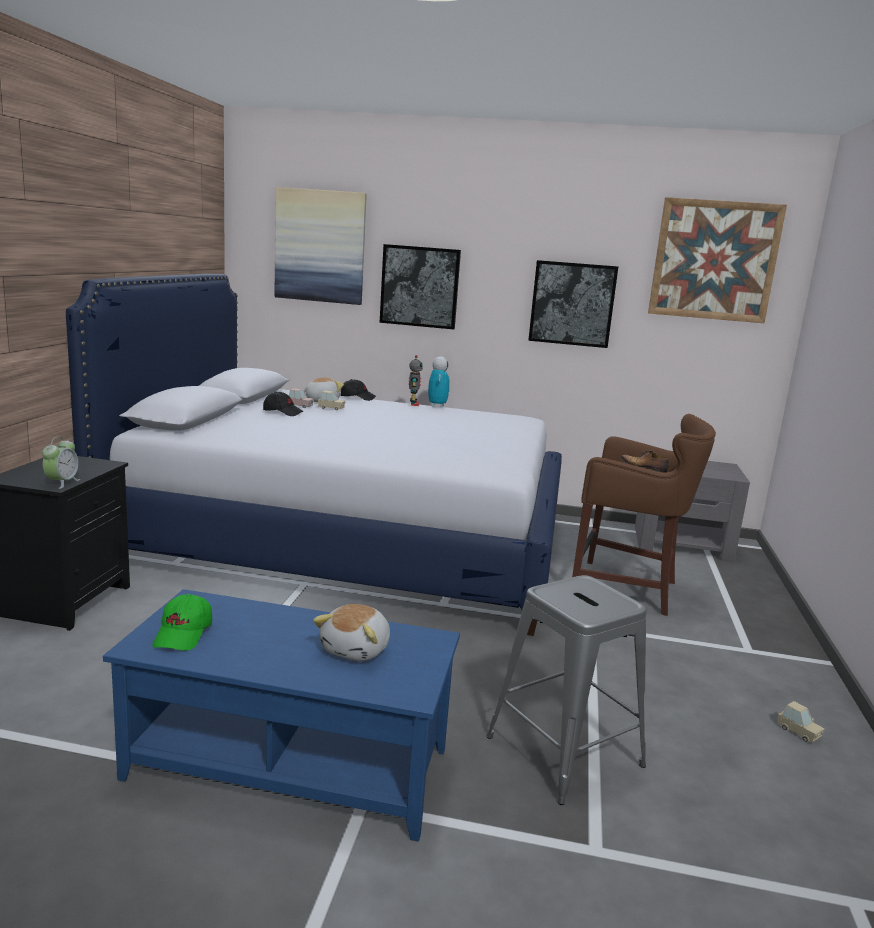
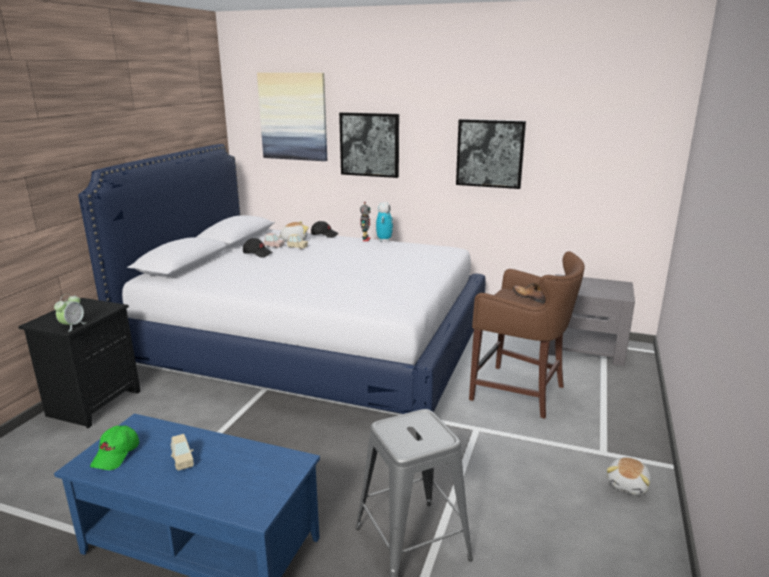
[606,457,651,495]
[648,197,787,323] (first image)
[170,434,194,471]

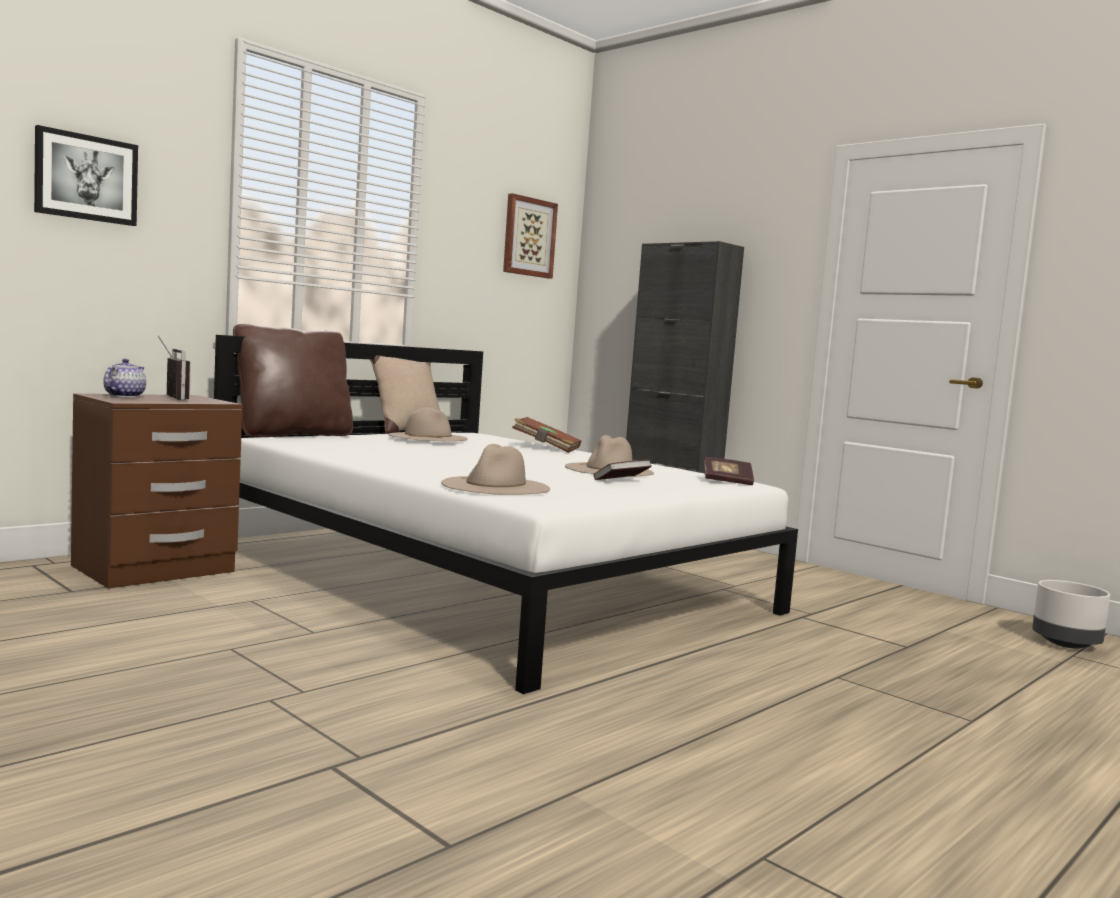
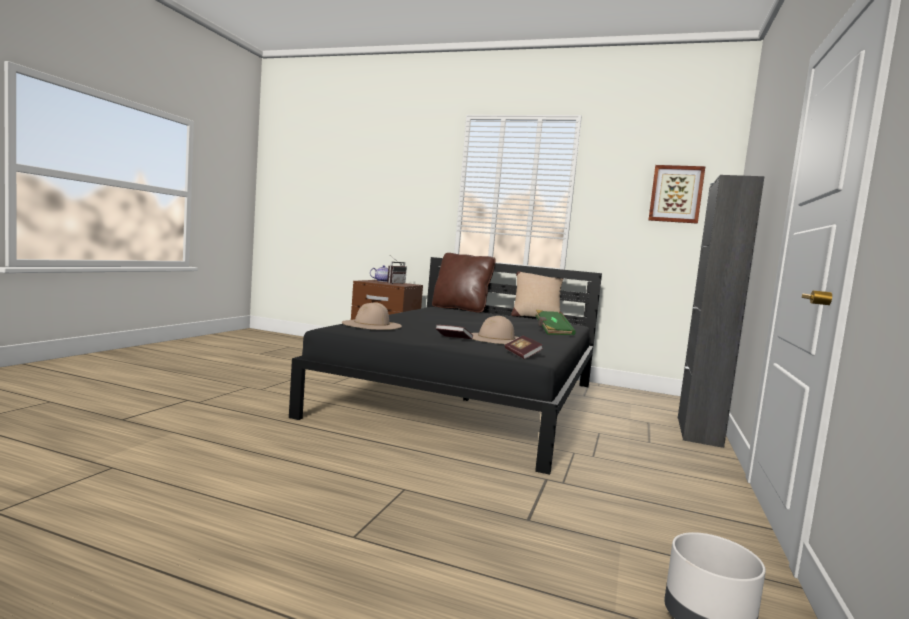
[34,125,138,226] (first image)
[289,257,602,475]
[388,407,468,442] (first image)
[535,310,576,335]

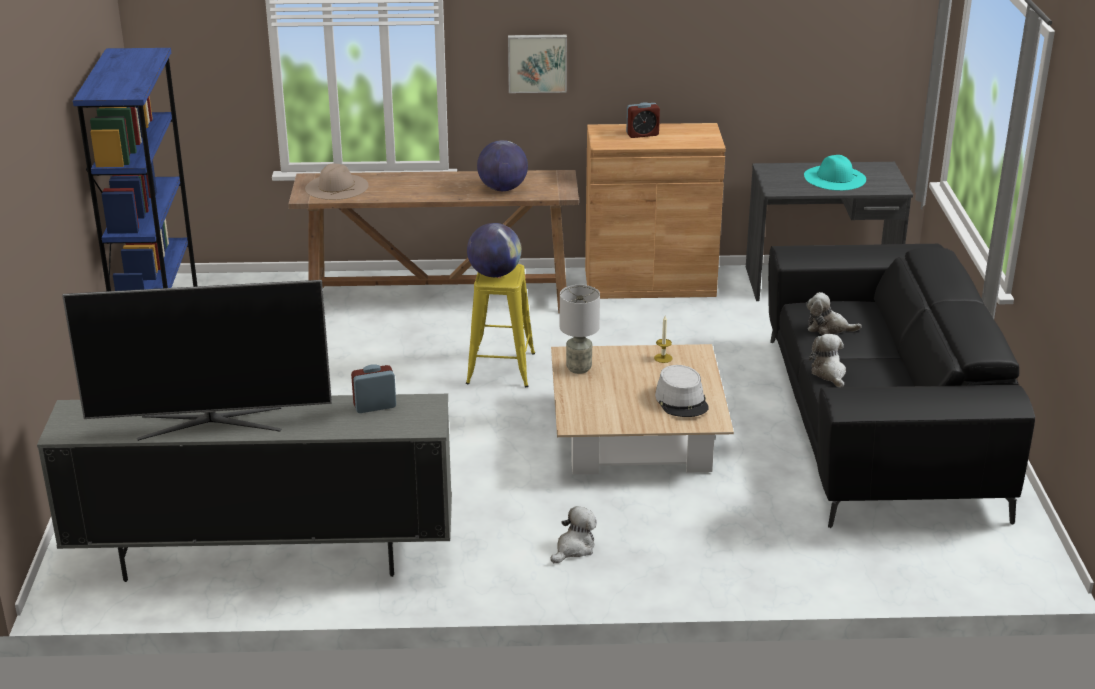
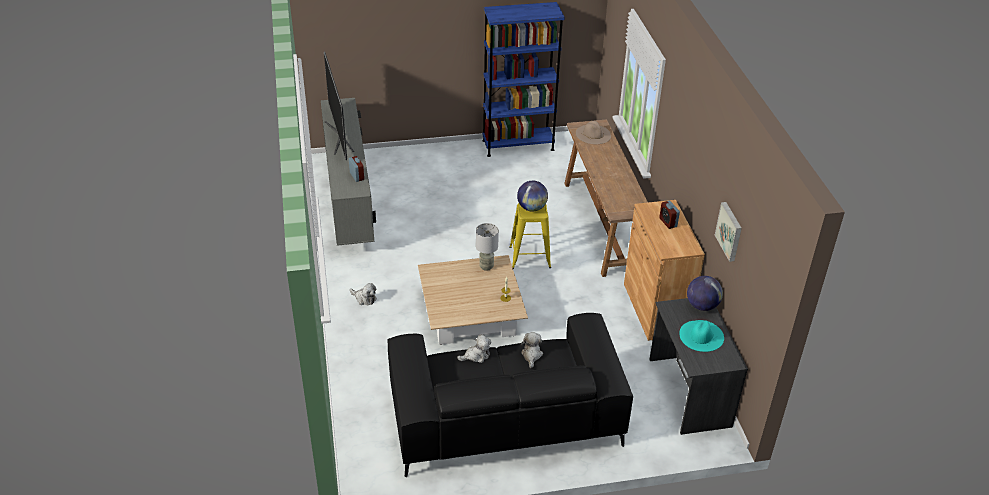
[687,276,723,311]
[715,202,742,262]
[655,365,709,417] (first image)

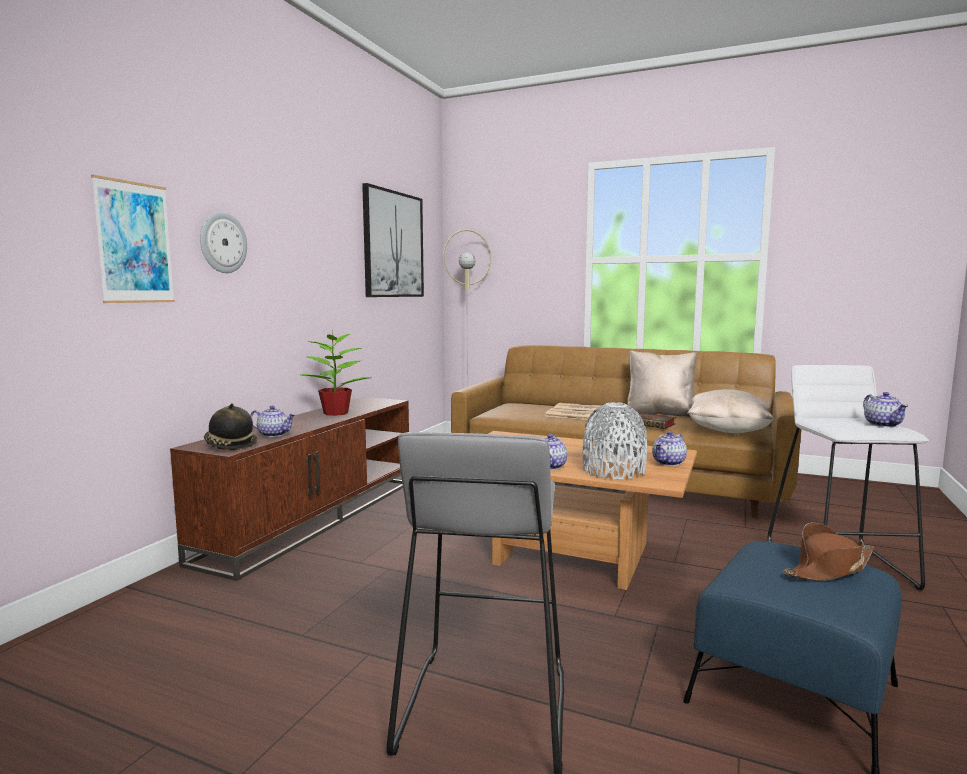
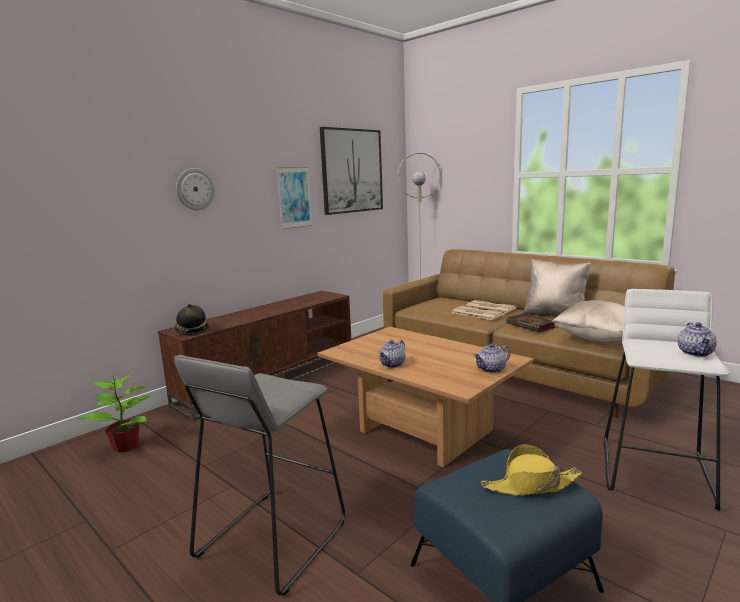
[276,167,312,230]
[250,406,296,437] (first image)
[77,372,153,453]
[582,402,647,480] (first image)
[481,444,582,496]

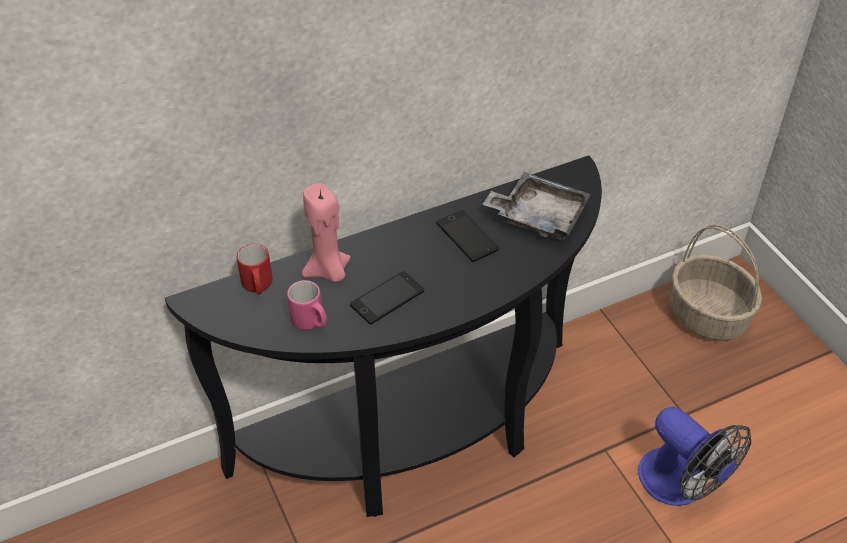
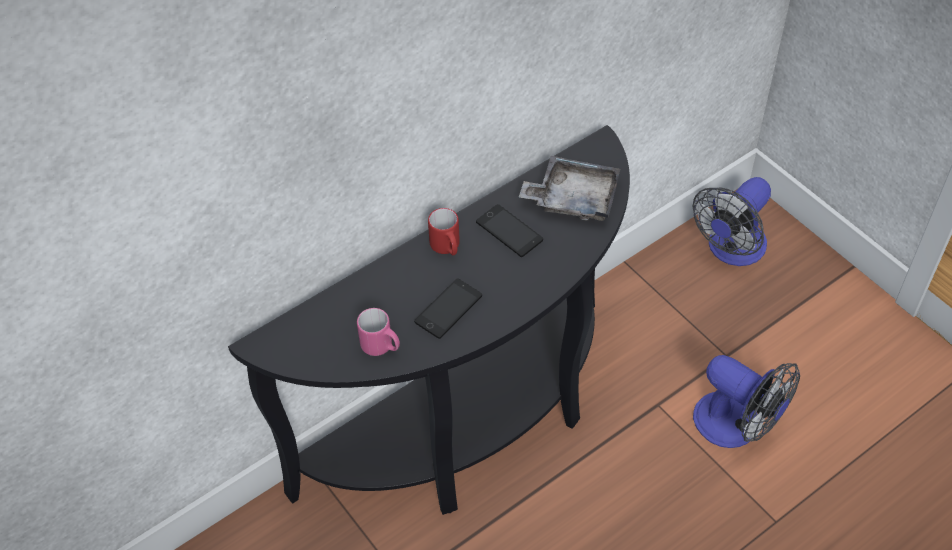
[428,208,460,255]
[302,183,350,282] (first image)
[692,177,771,266]

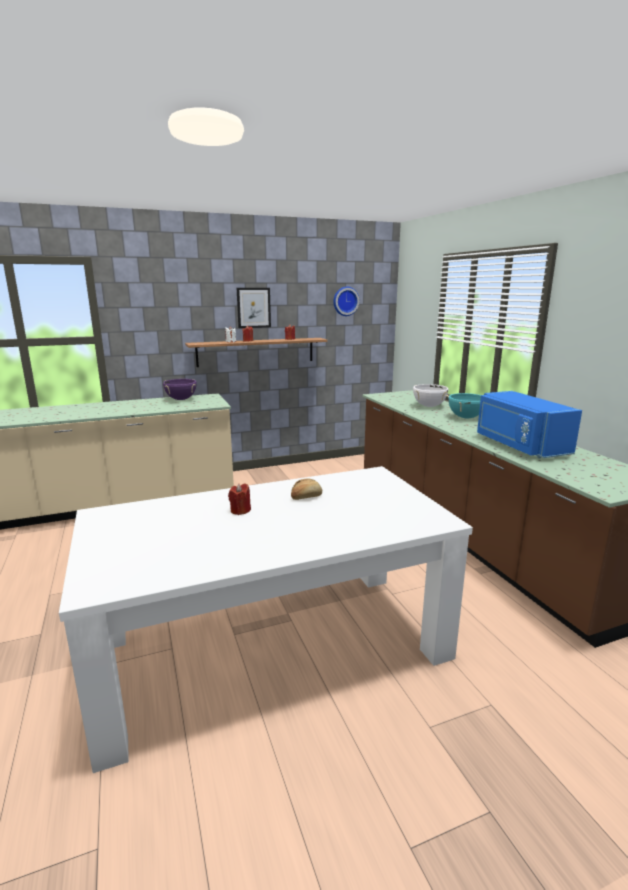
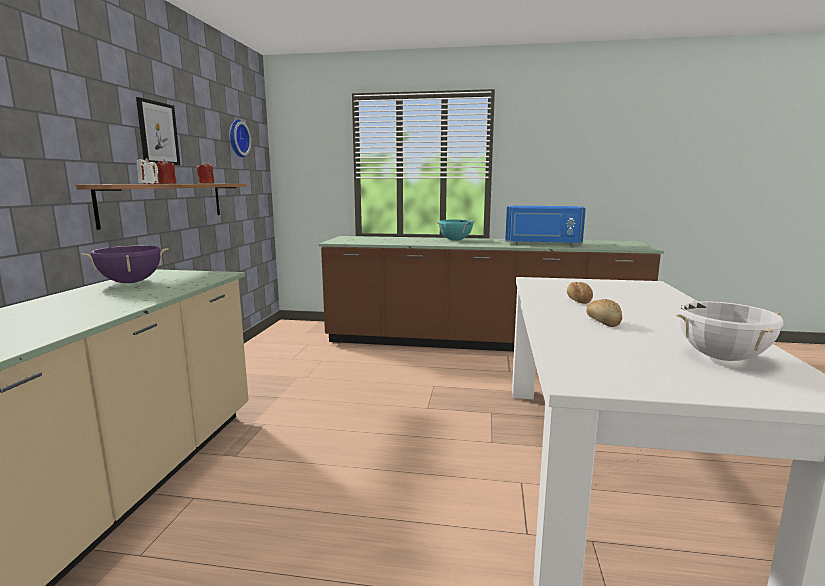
[586,299,622,327]
[676,300,783,361]

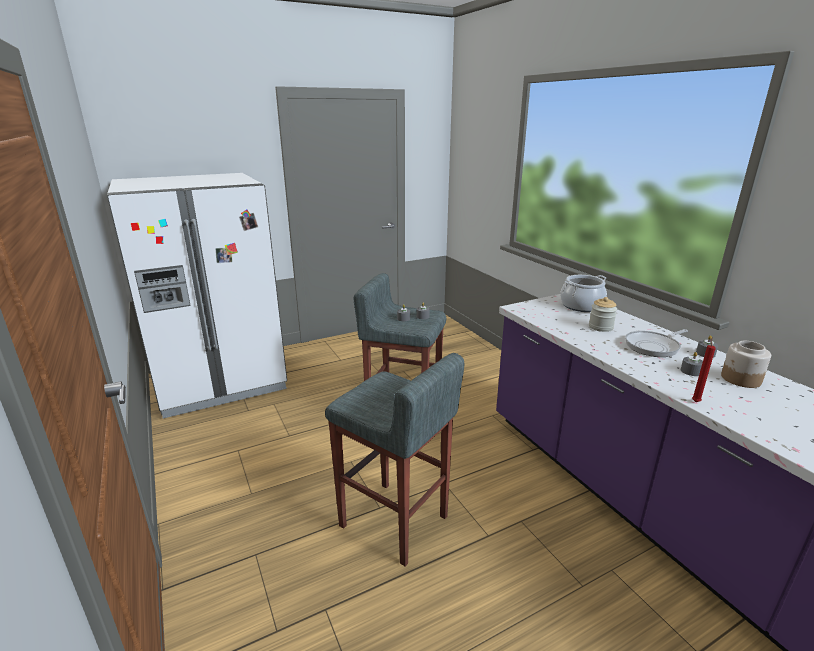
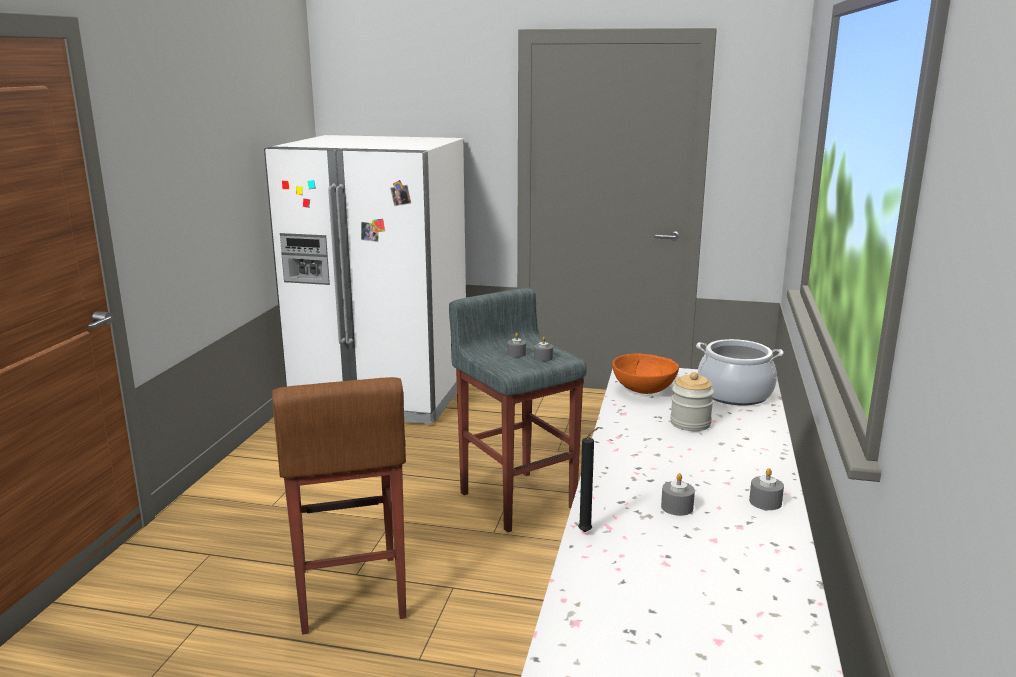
[272,377,406,635]
[625,329,688,357] (first image)
[578,427,599,532]
[721,341,771,388] (first image)
[612,353,679,394]

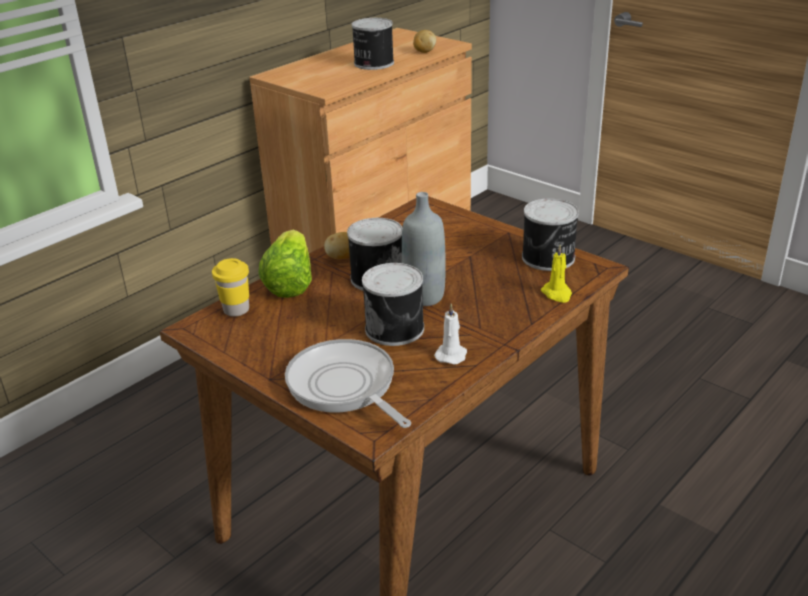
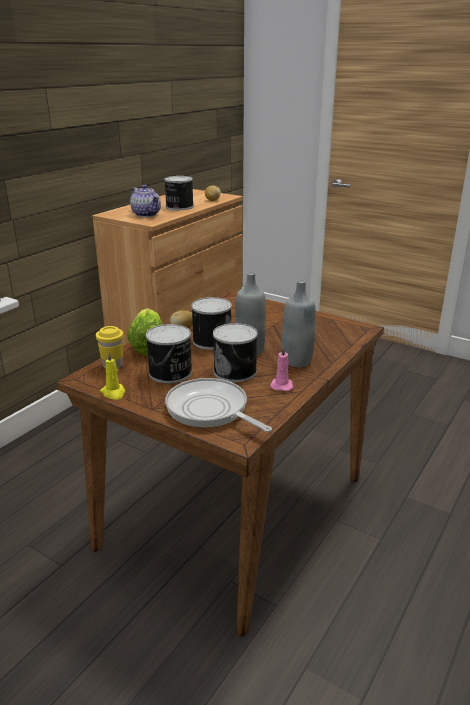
[270,346,293,391]
[146,324,192,383]
[100,352,125,400]
[130,185,161,217]
[282,280,316,367]

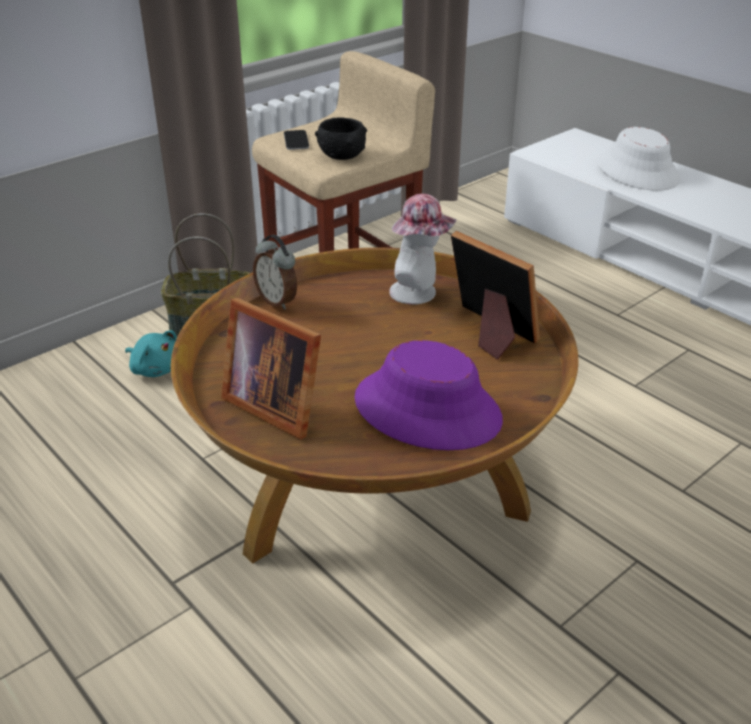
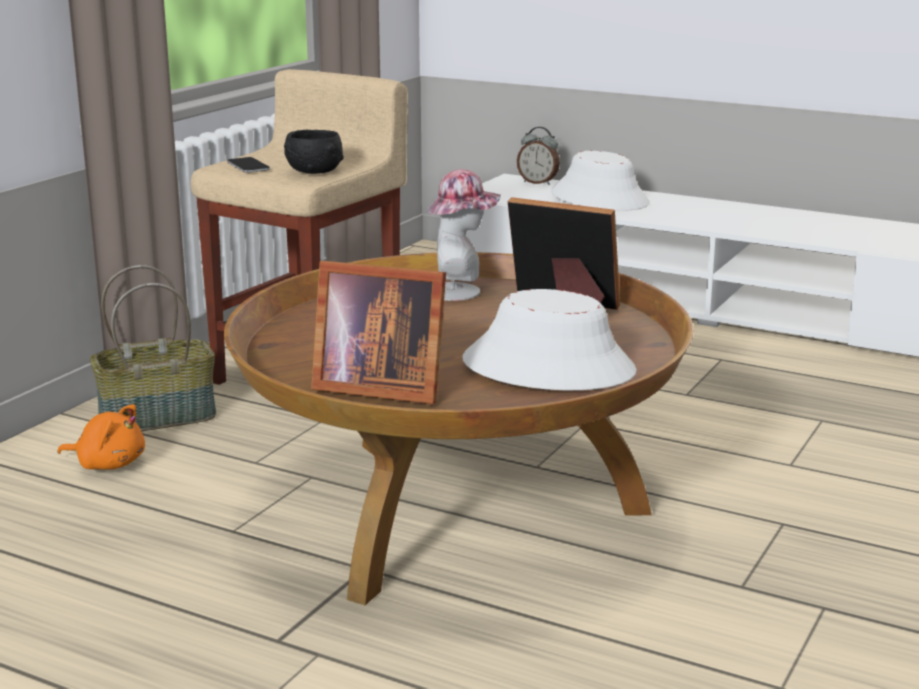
[57,404,145,469]
[517,127,560,185]
[462,289,637,390]

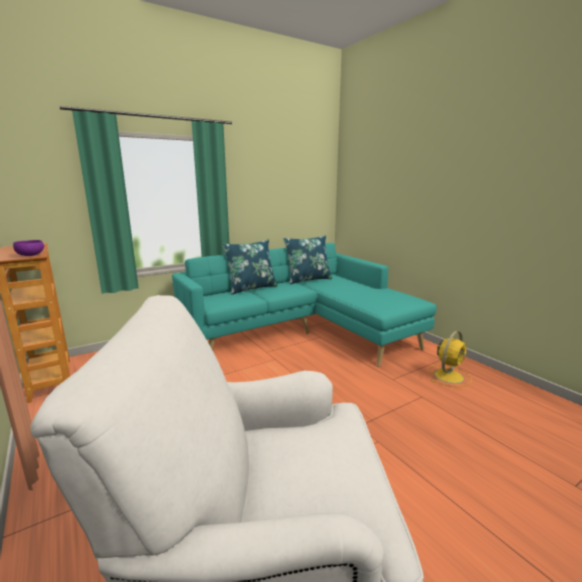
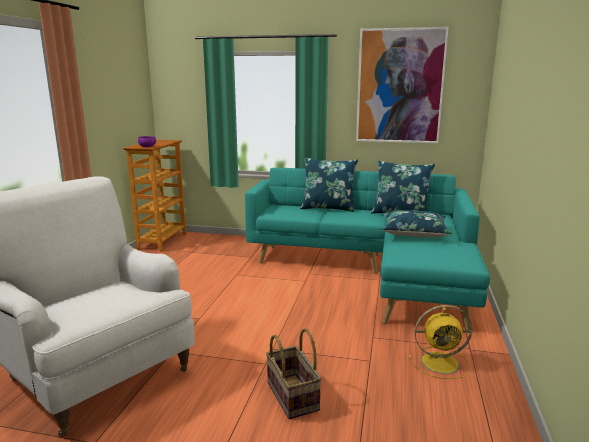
[266,328,322,419]
[356,27,449,143]
[382,210,452,238]

